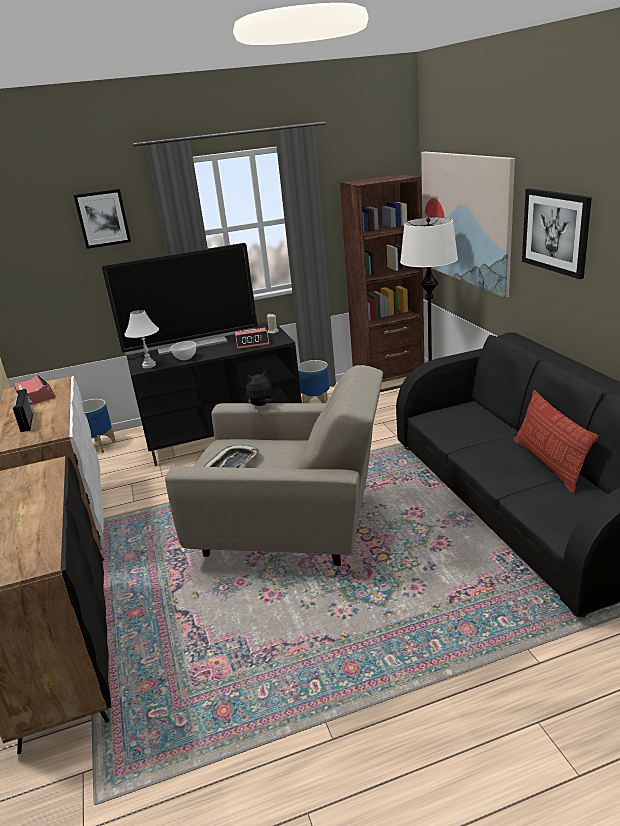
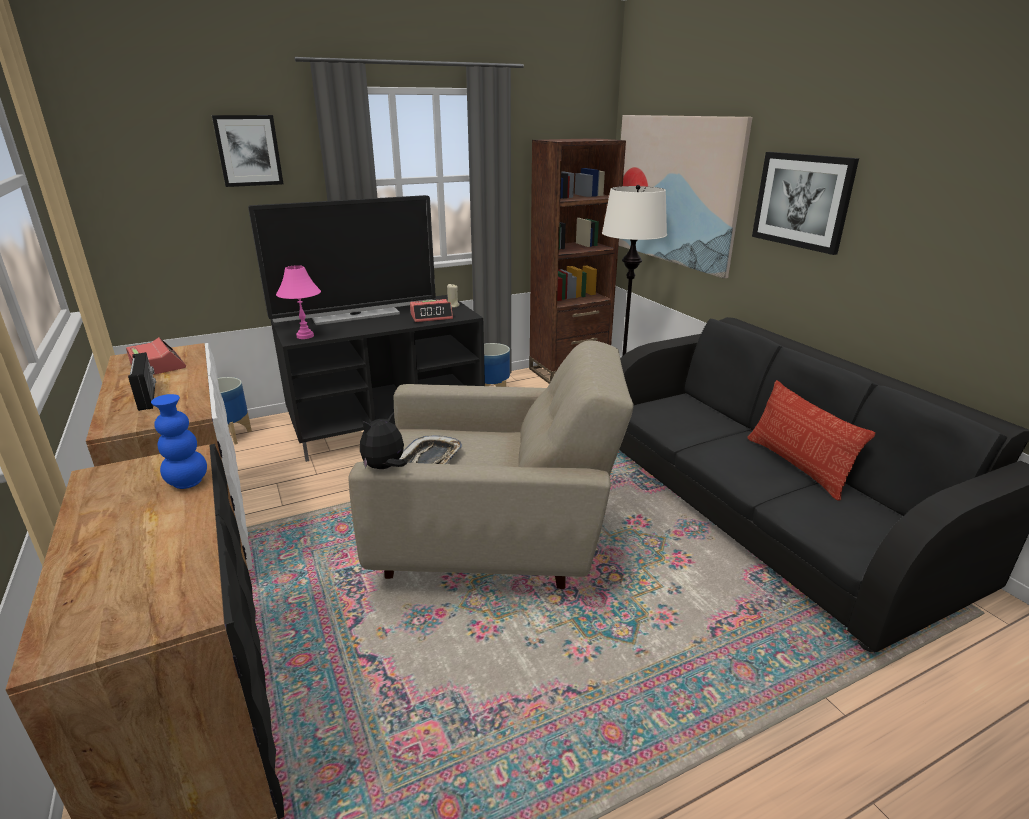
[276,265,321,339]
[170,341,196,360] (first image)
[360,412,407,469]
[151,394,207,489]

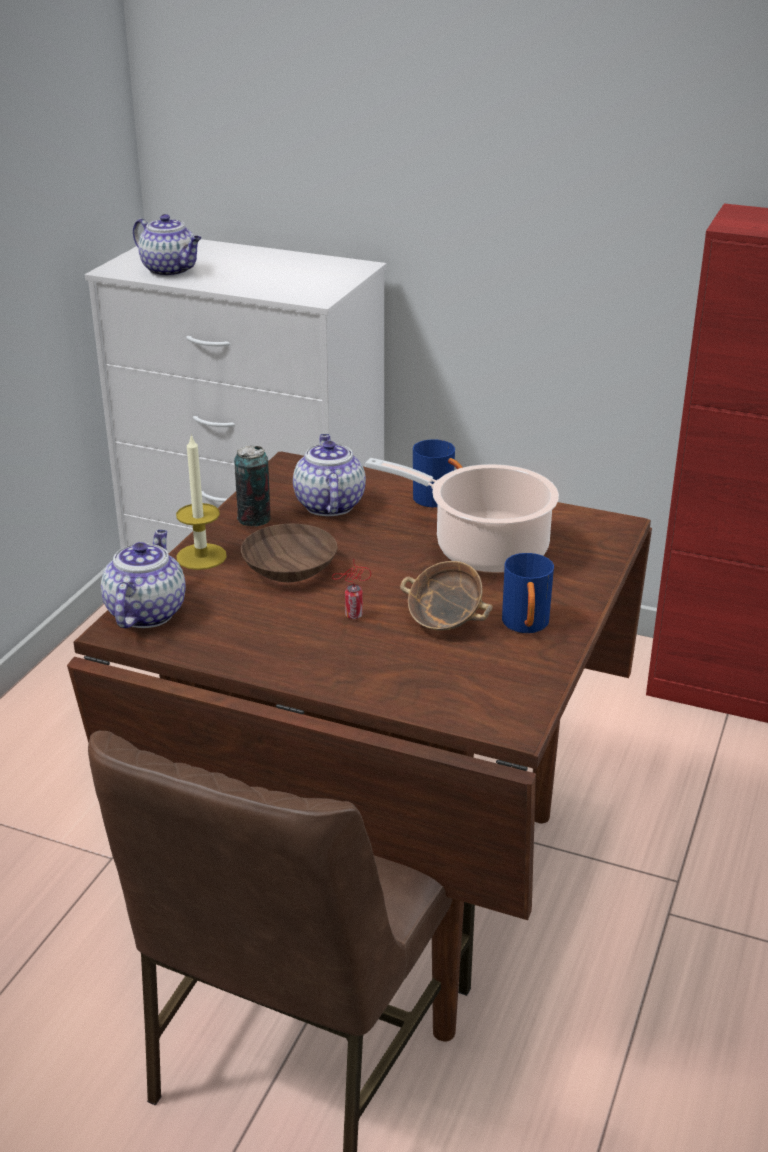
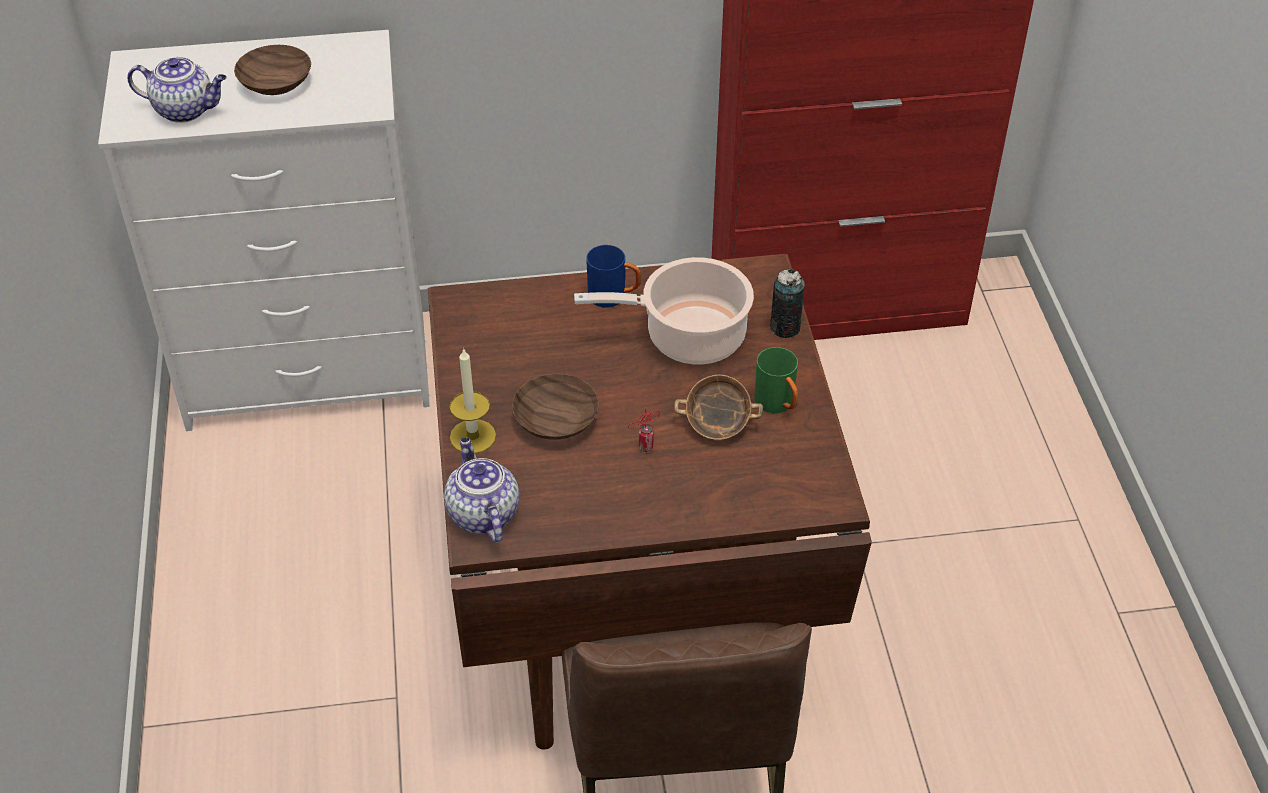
[770,269,805,338]
[293,434,366,516] (first image)
[754,347,798,413]
[234,45,311,95]

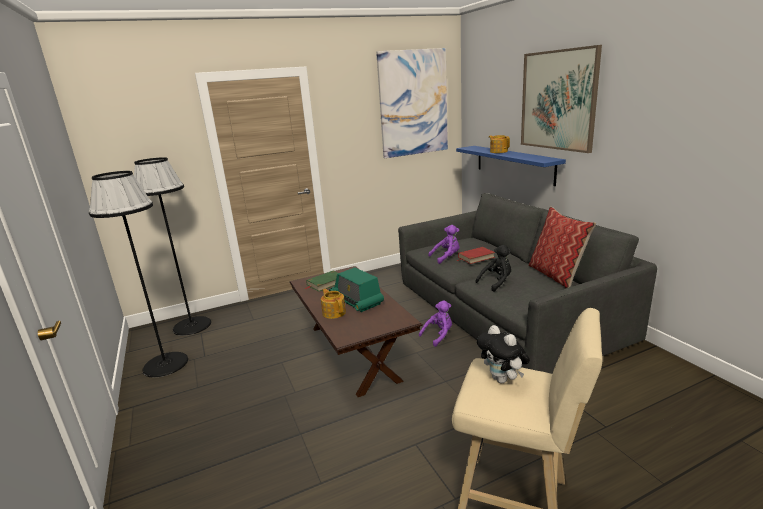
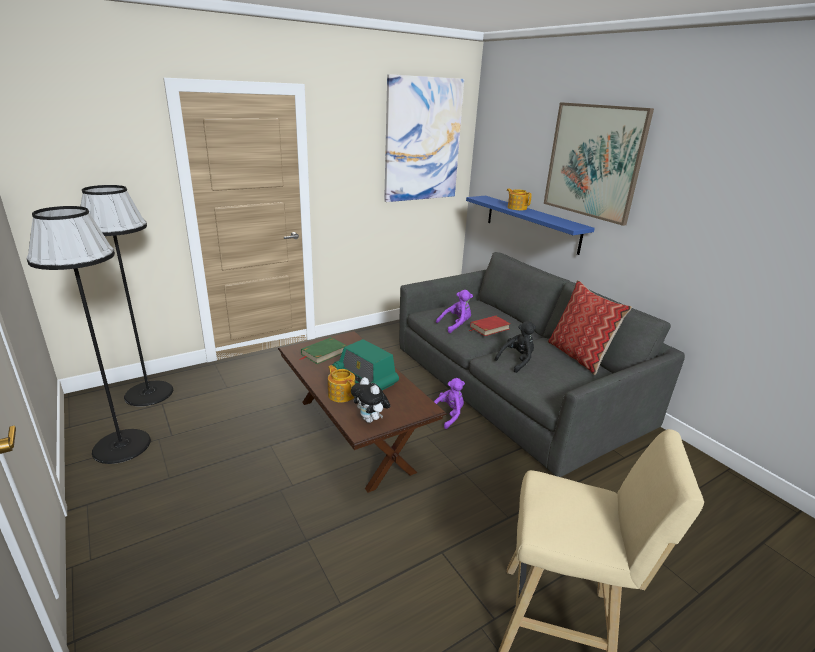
[351,377,390,423]

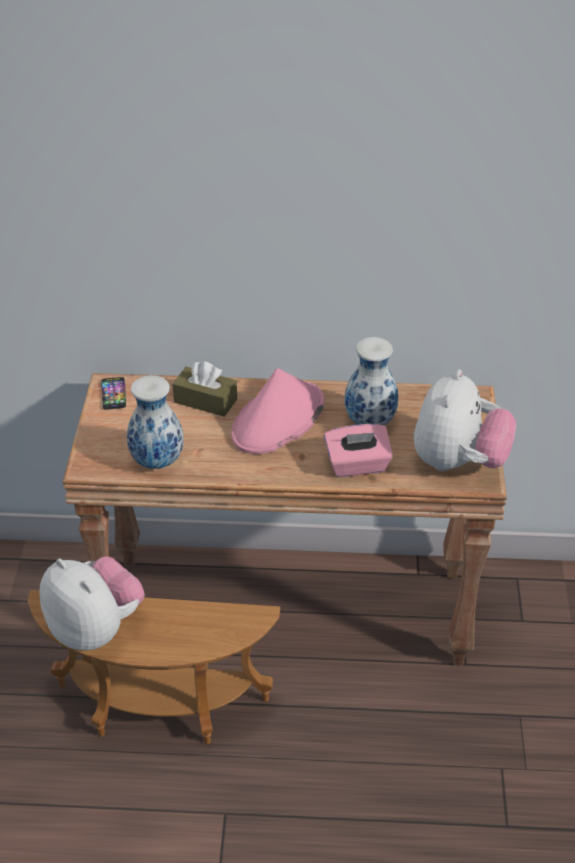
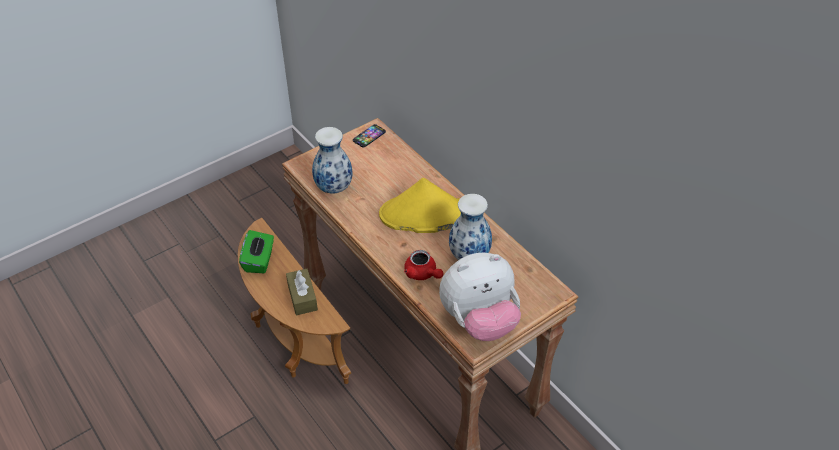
[239,230,274,273]
[286,269,318,315]
[379,178,461,233]
[404,250,444,280]

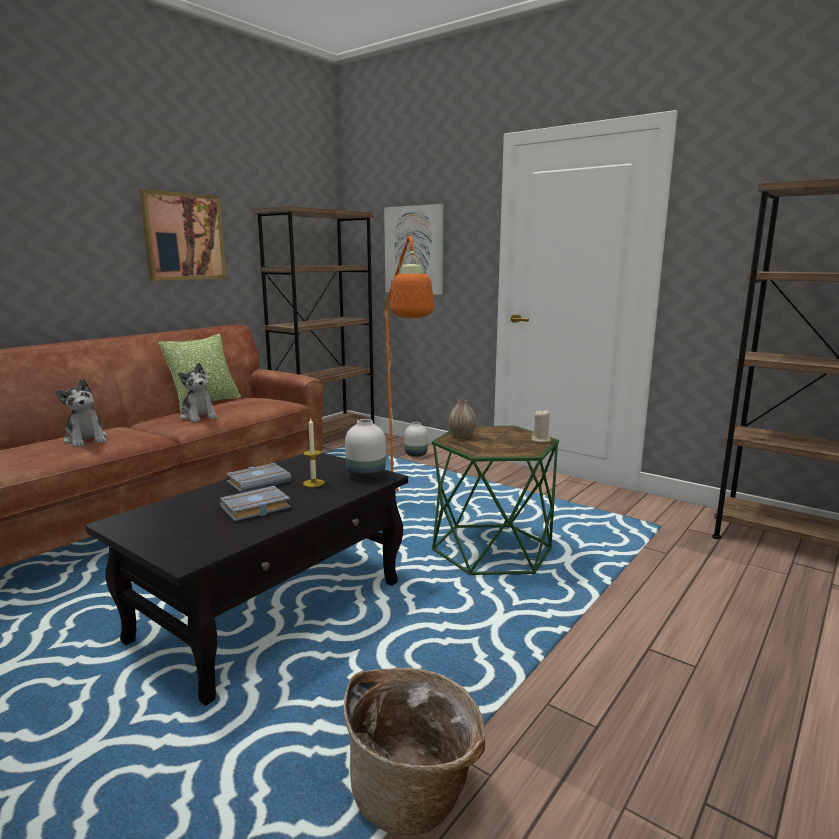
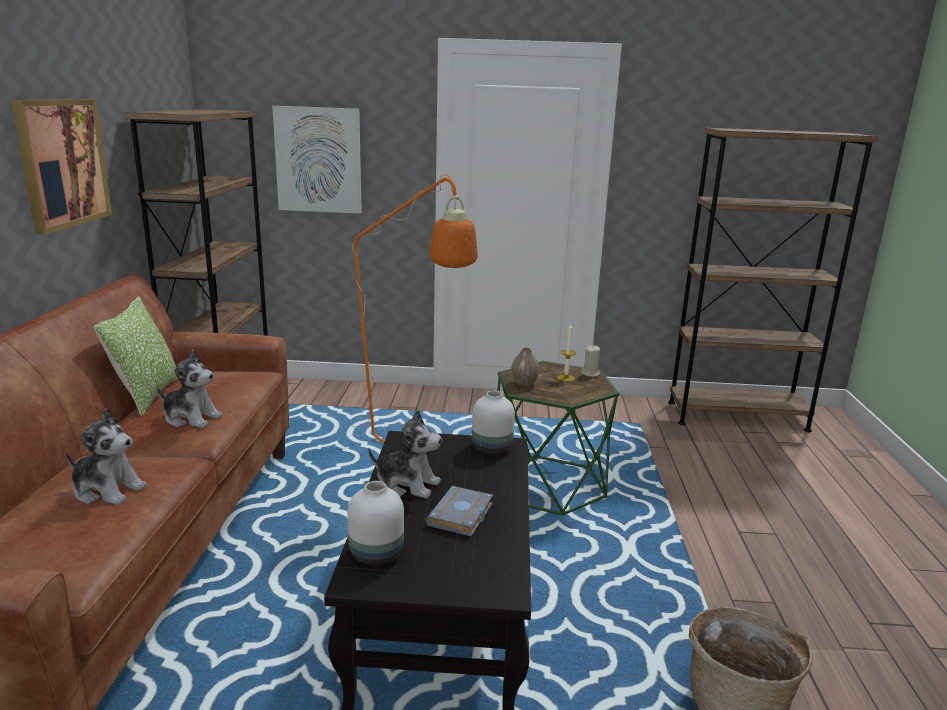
[368,409,442,499]
[557,324,576,382]
[347,481,404,565]

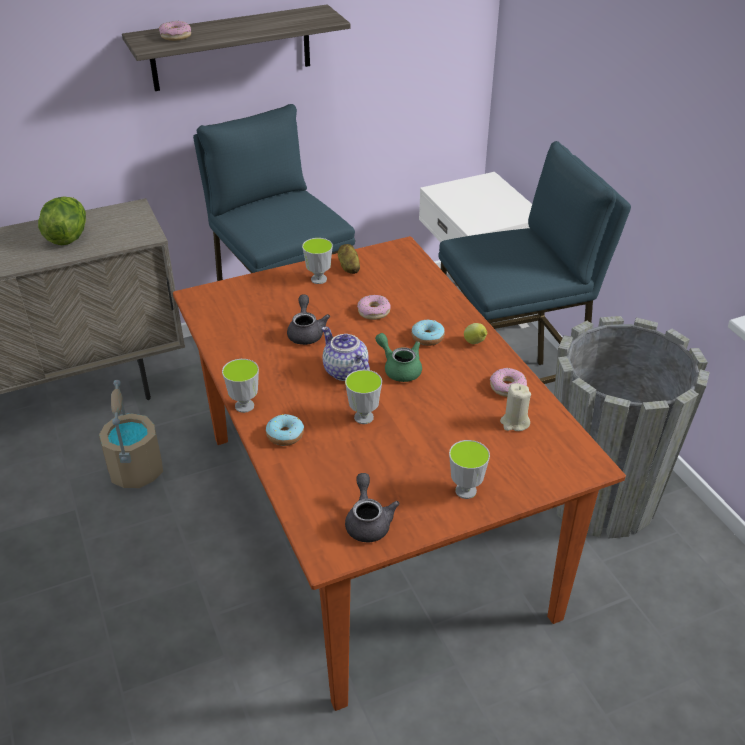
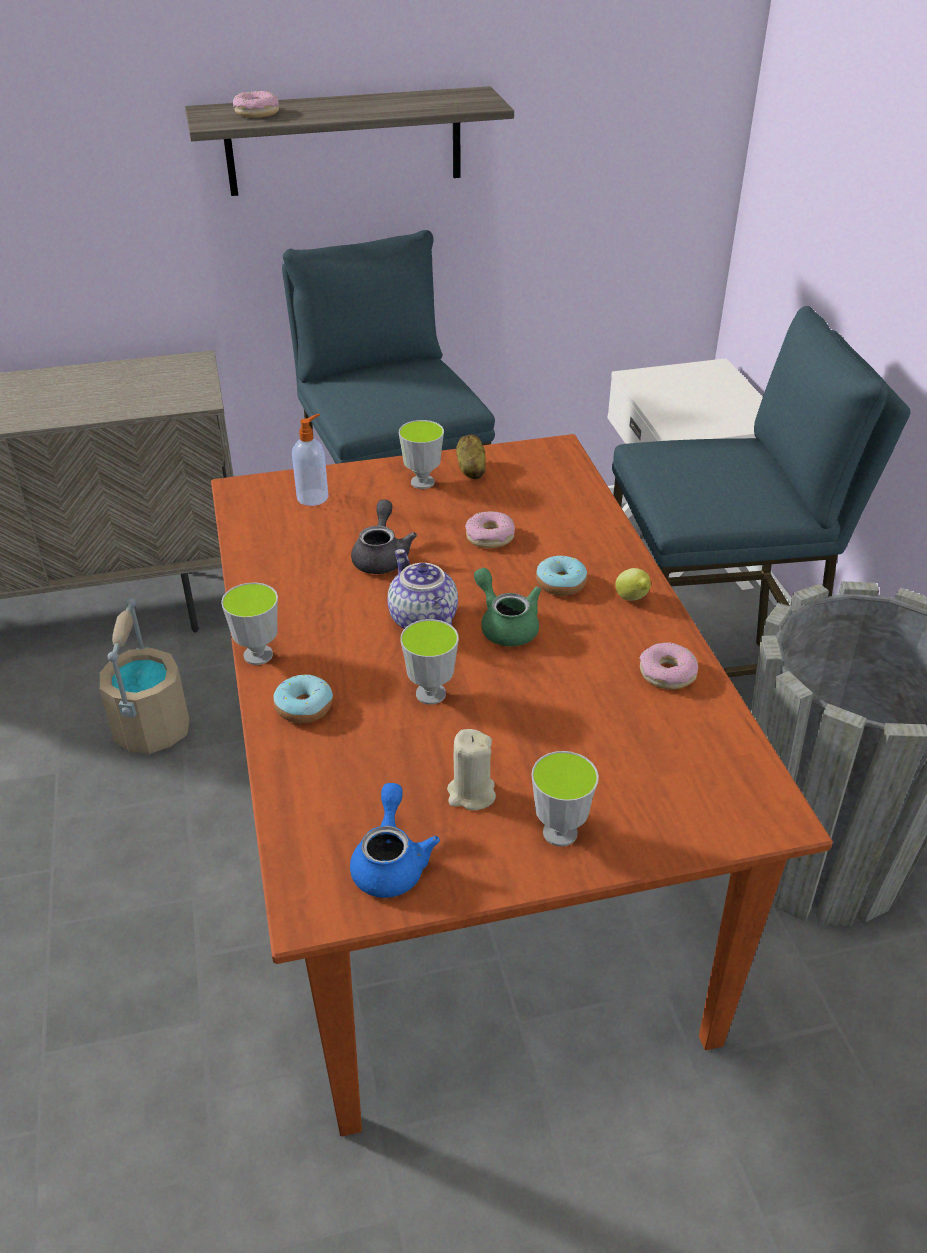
[38,197,86,245] (first image)
[350,783,440,898]
[447,729,496,810]
[292,414,328,506]

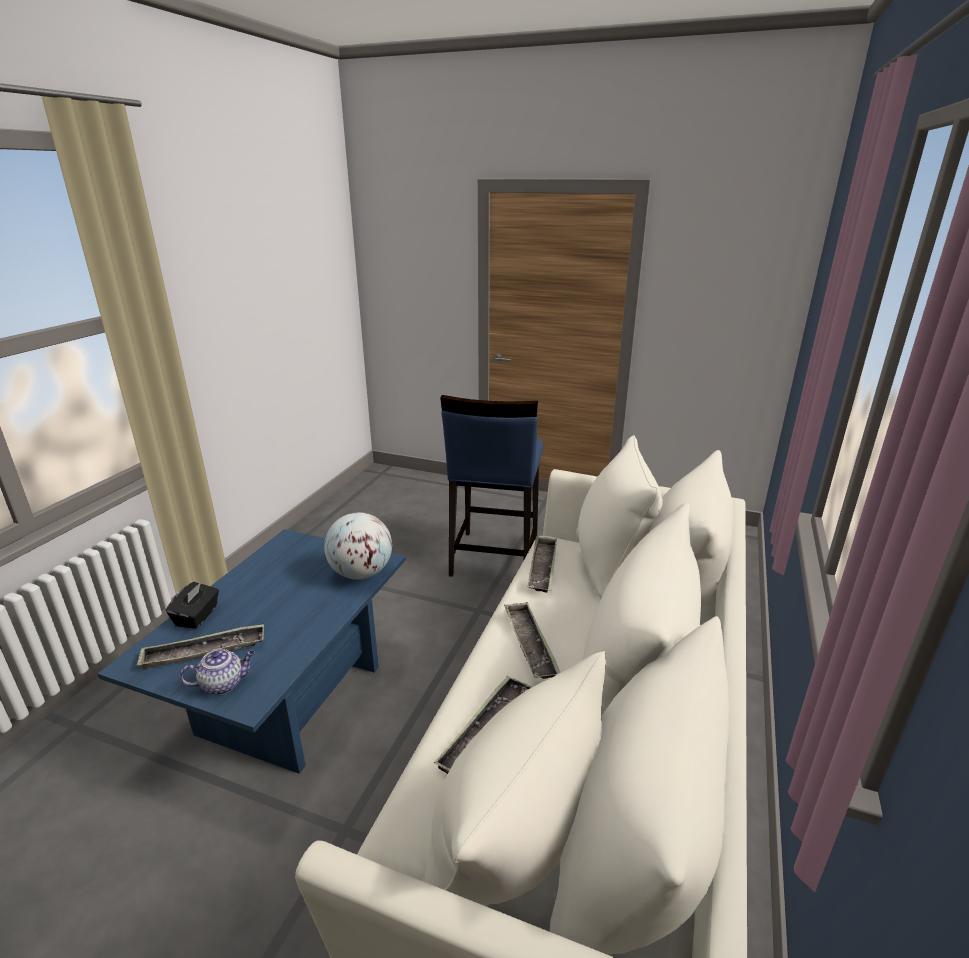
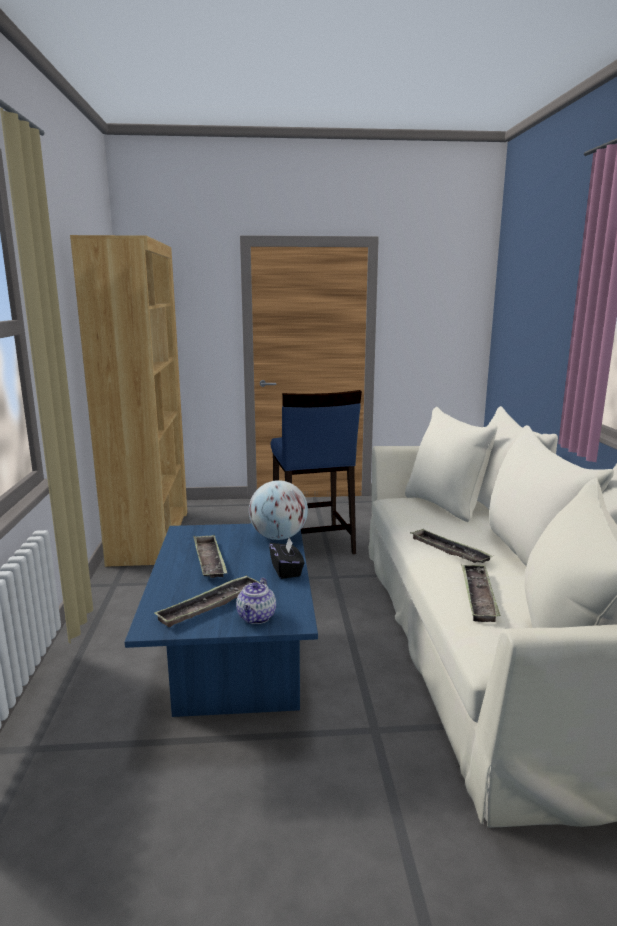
[269,538,305,579]
[236,578,276,624]
[193,535,227,578]
[70,235,187,567]

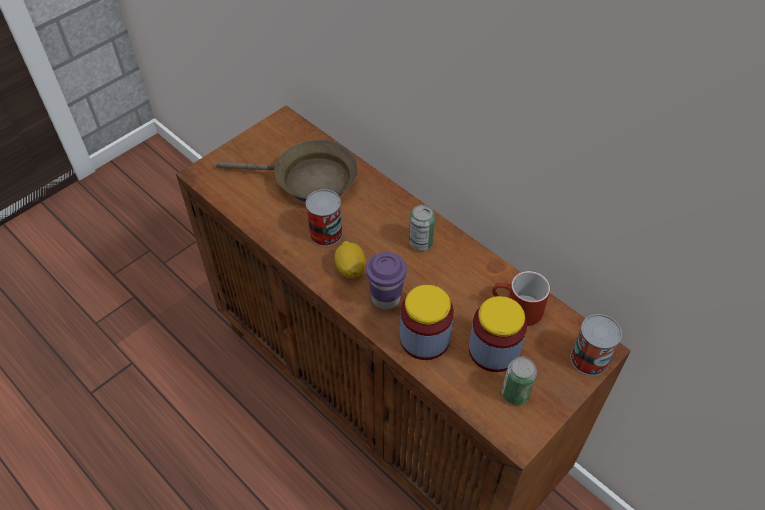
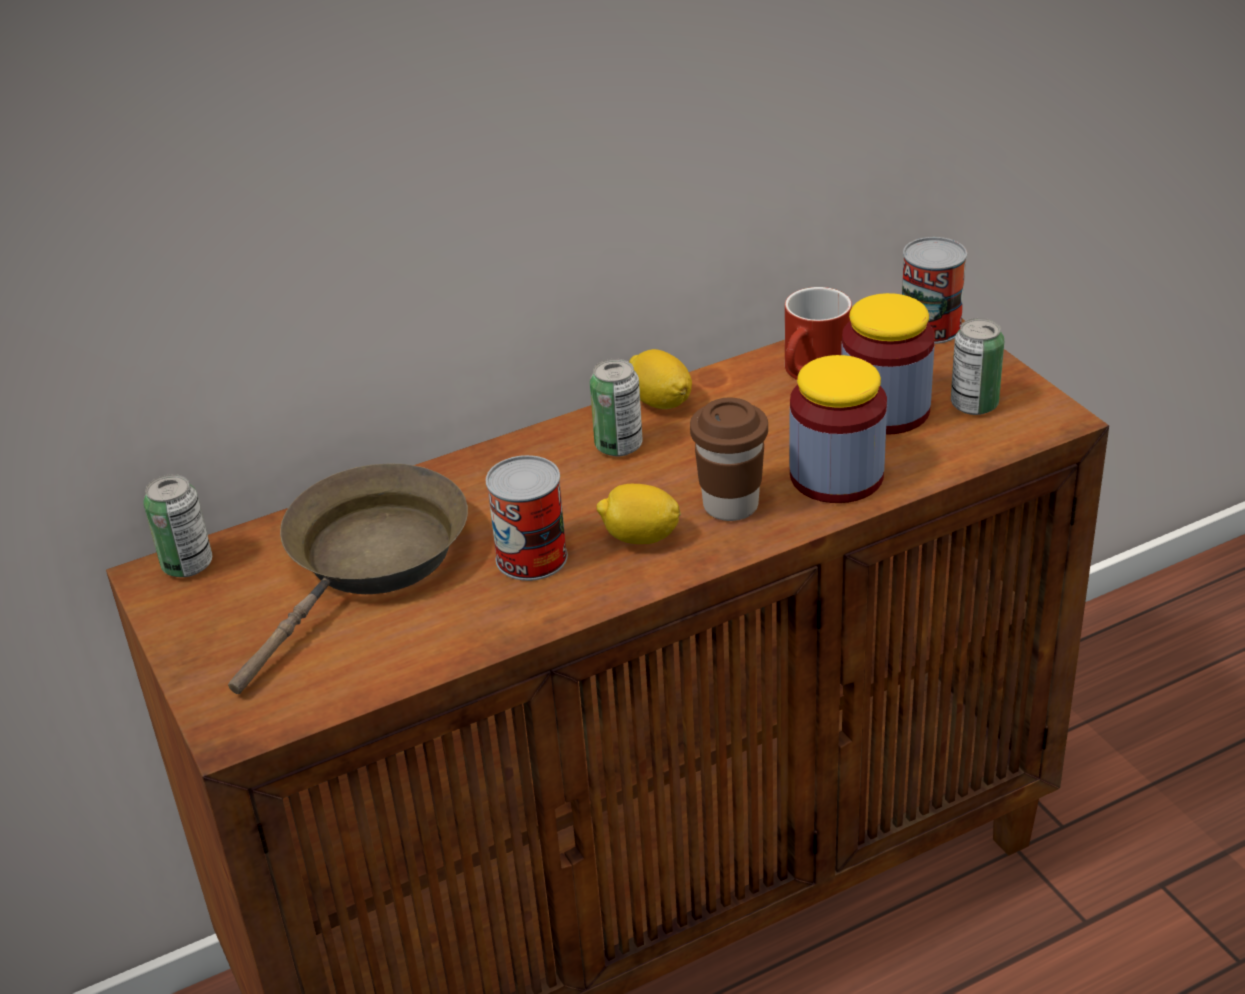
[690,397,768,521]
[143,474,212,577]
[629,349,692,409]

